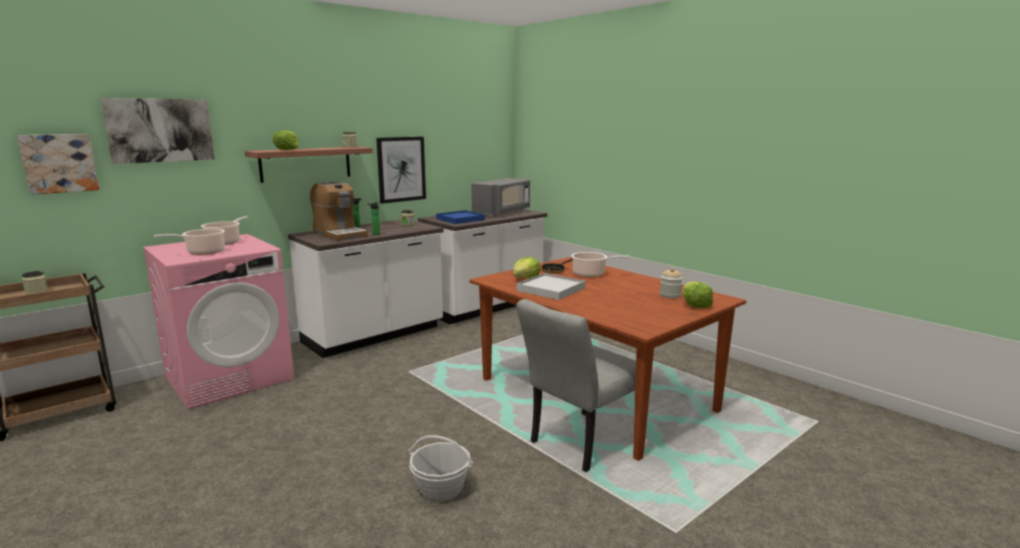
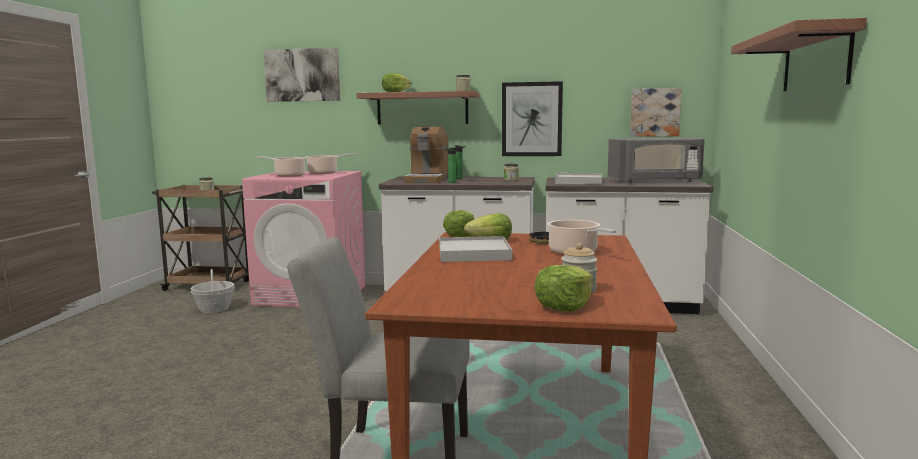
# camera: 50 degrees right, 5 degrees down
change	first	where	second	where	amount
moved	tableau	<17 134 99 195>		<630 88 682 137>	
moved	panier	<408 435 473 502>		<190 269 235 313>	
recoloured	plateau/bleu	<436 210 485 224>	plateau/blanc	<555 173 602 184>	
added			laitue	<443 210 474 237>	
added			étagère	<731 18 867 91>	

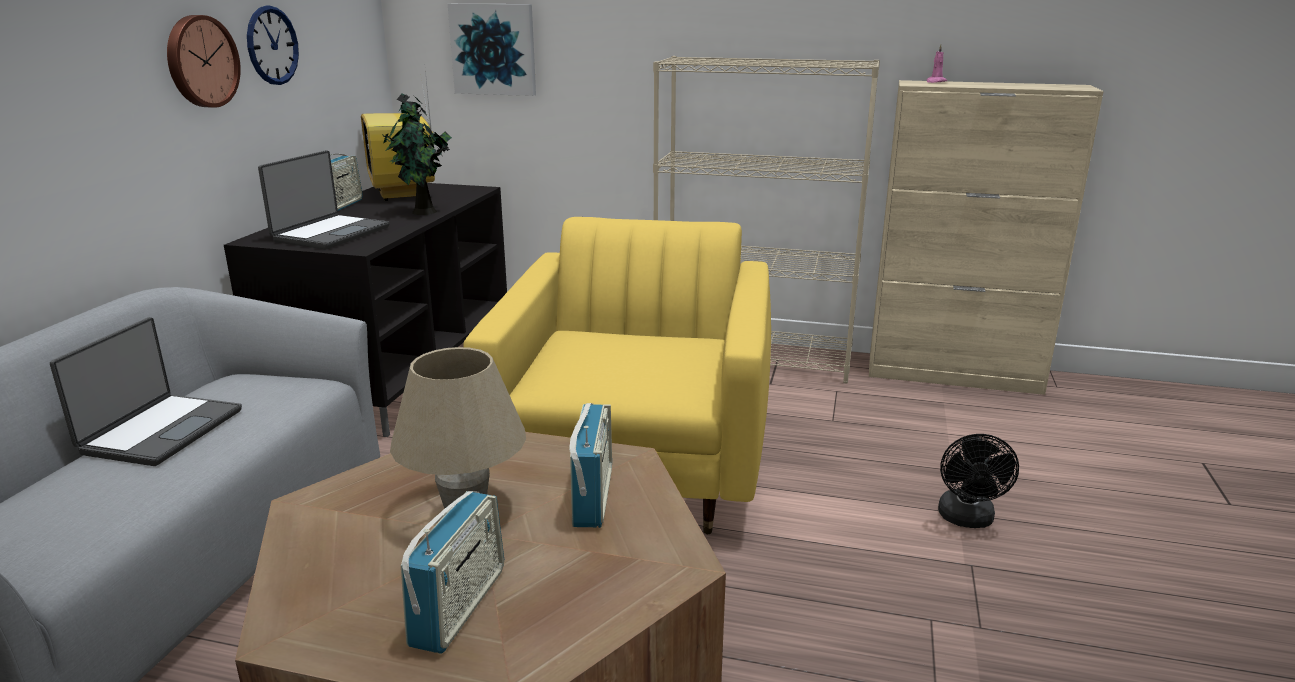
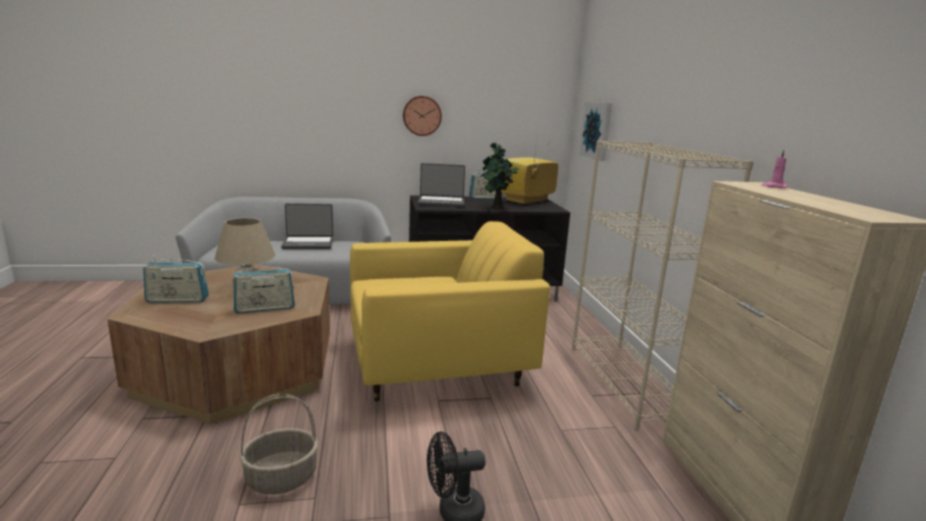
# camera: 65 degrees right, 5 degrees down
change	first	where	second	where	amount
removed	horloge murale	<247 5 299 85>			
added			panier	<239 394 318 494>	

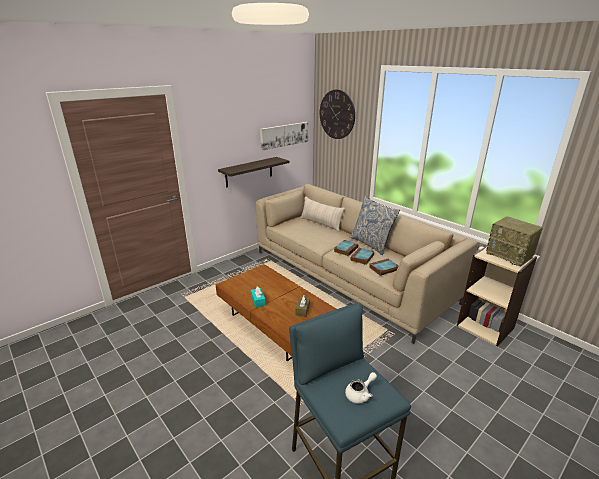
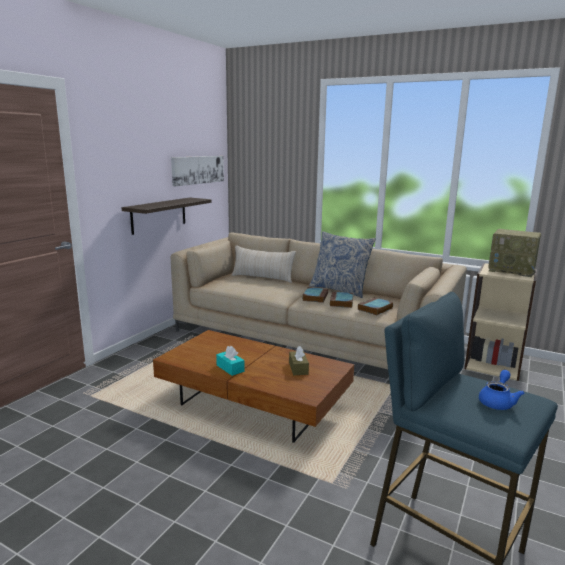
# camera: 20 degrees left, 10 degrees down
change	first	where	second	where	amount
removed	horloge murale	<320 90 355 139>			
recoloured	théière/blanc	<345 372 377 404>	théière/bleu	<479 370 525 410>	

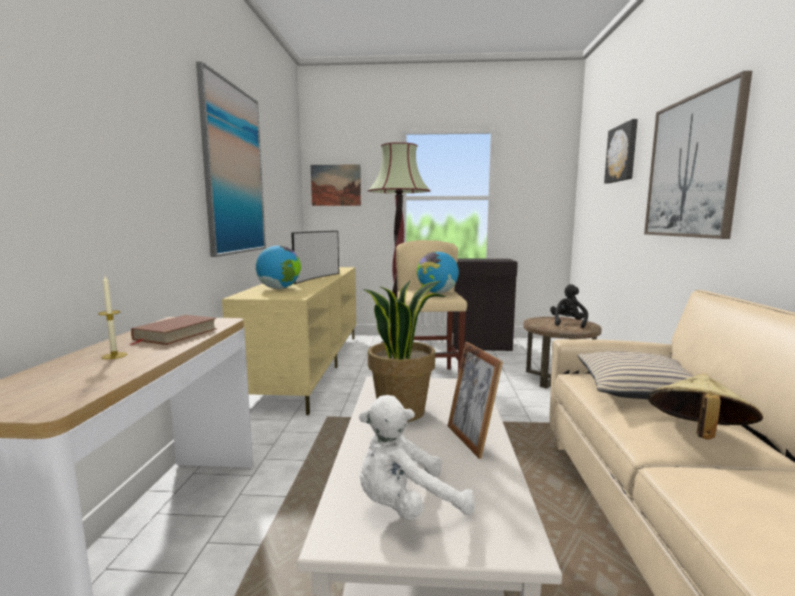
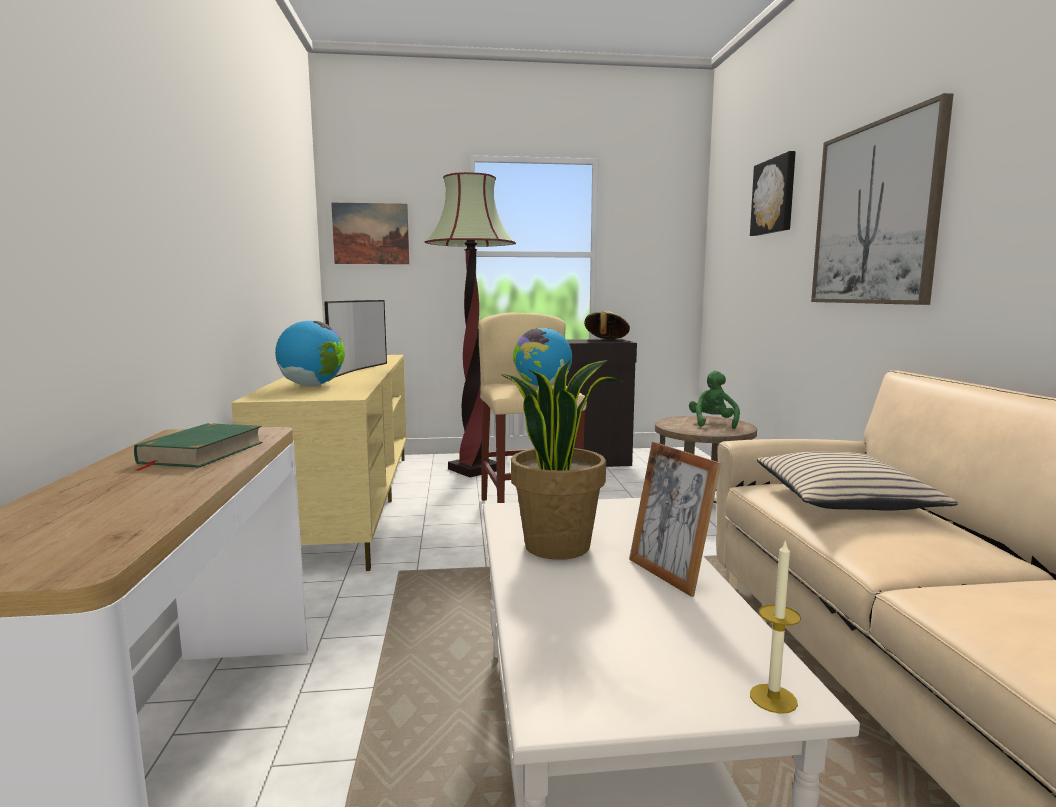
# camera: 10 degrees left, 0 degrees up
change	first	where	second	where	amount
moved	bougie	<98 276 127 359>		<750 539 801 714>	
recoloured	livre/marron	<128 315 217 345>	livre/vert	<134 423 263 471>	
removed	tableau	<196 61 266 257>			
removed	peluche/blanc	<359 395 475 520>			
recoloured	peluche/noir	<550 284 588 328>	peluche/vert	<689 371 740 429>	
moved	chapeau/beige	<648 373 763 440>		<584 311 630 339>	

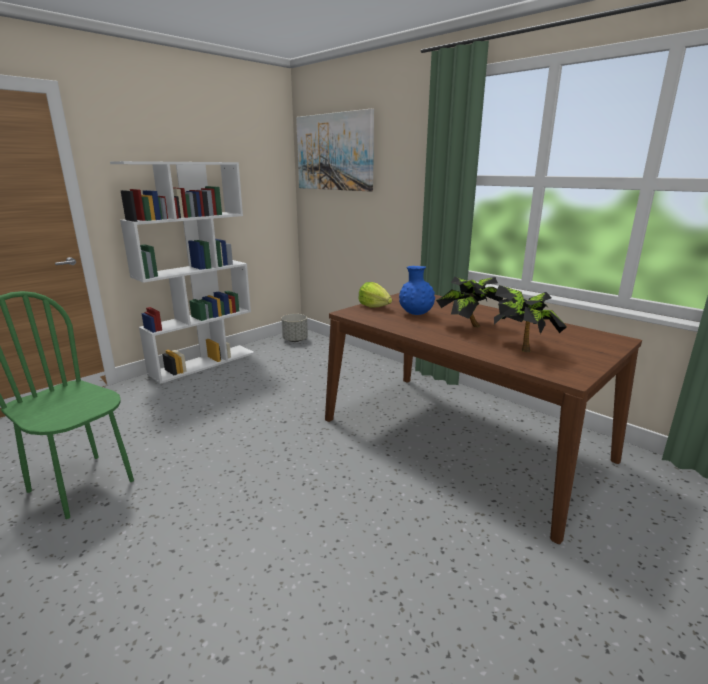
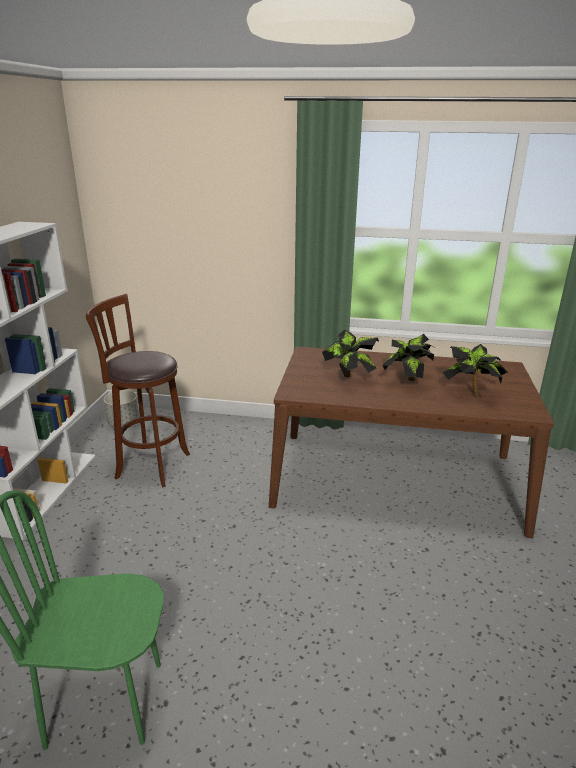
# camera: 35 degrees left, 5 degrees up
change	first	where	second	where	amount
removed	tableau	<296 109 374 191>			
removed	laitue	<358 282 392 308>			
replaced	vase/bleu	<399 266 435 315>	plante en pot	<322 330 379 377>	
added			tabouret/marron	<86 294 190 488>	

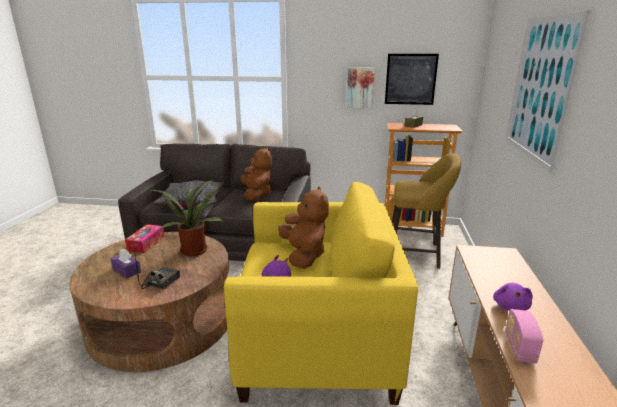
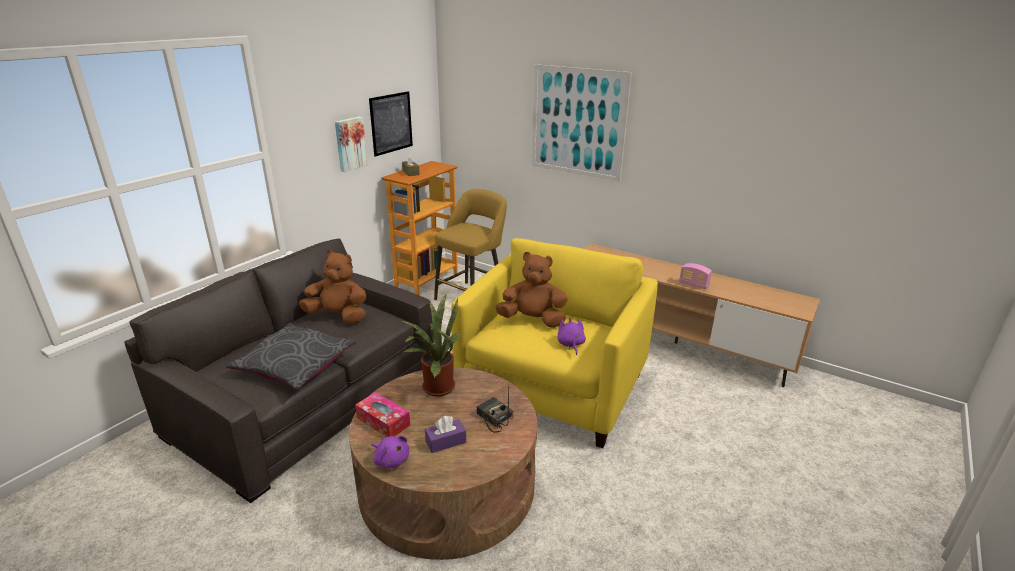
# camera: 65 degrees left, 5 degrees up
change	first	where	second	where	amount
moved	peluche/violet	<493 283 533 311>		<371 436 409 469>	

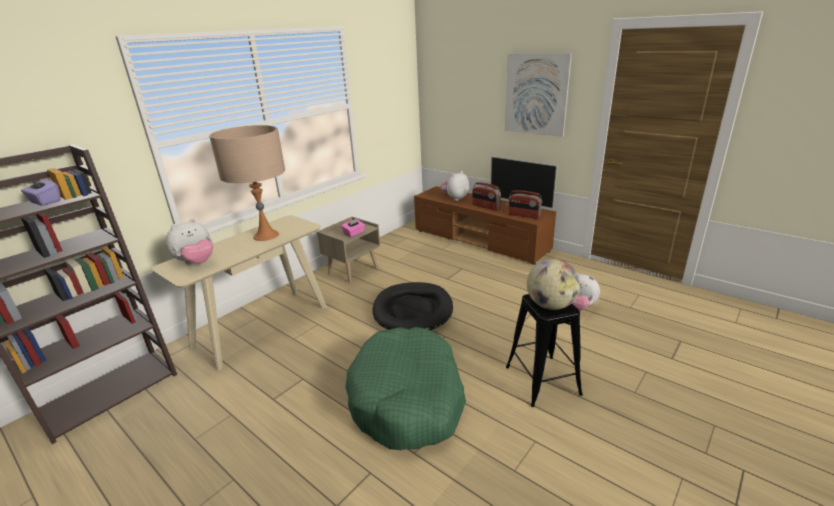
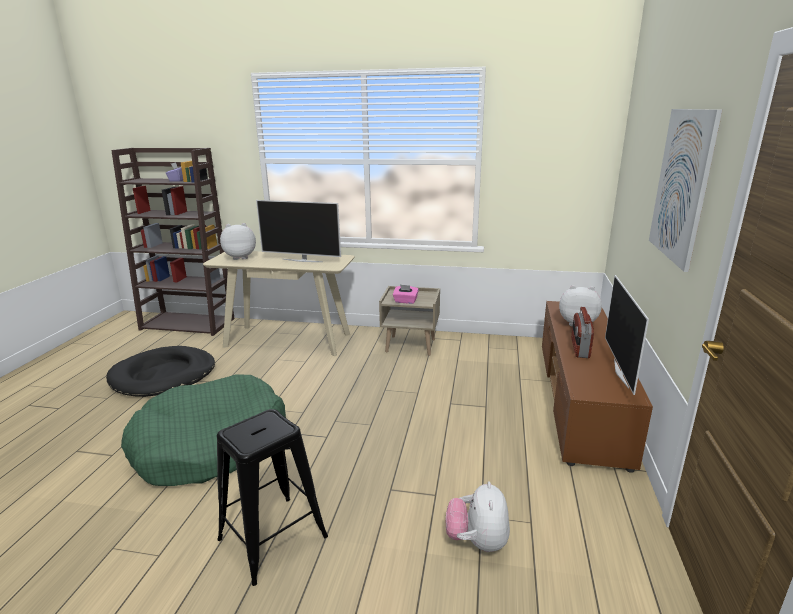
# camera: 60 degrees right, 5 degrees down
change	first	where	second	where	amount
turned	peluche	<166 219 213 264>		<220 223 256 260>	150 degrees clockwise
replaced	lampe de table/beige	<209 125 285 241>	téléviseur	<256 200 341 262>	
moved	panier pour chien/noir	<373 282 453 331>		<106 346 215 397>	
removed	radio	<509 190 542 219>			
removed	globe	<527 258 580 310>			

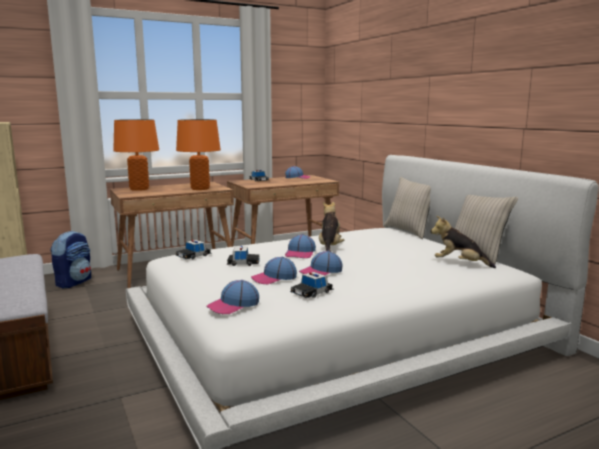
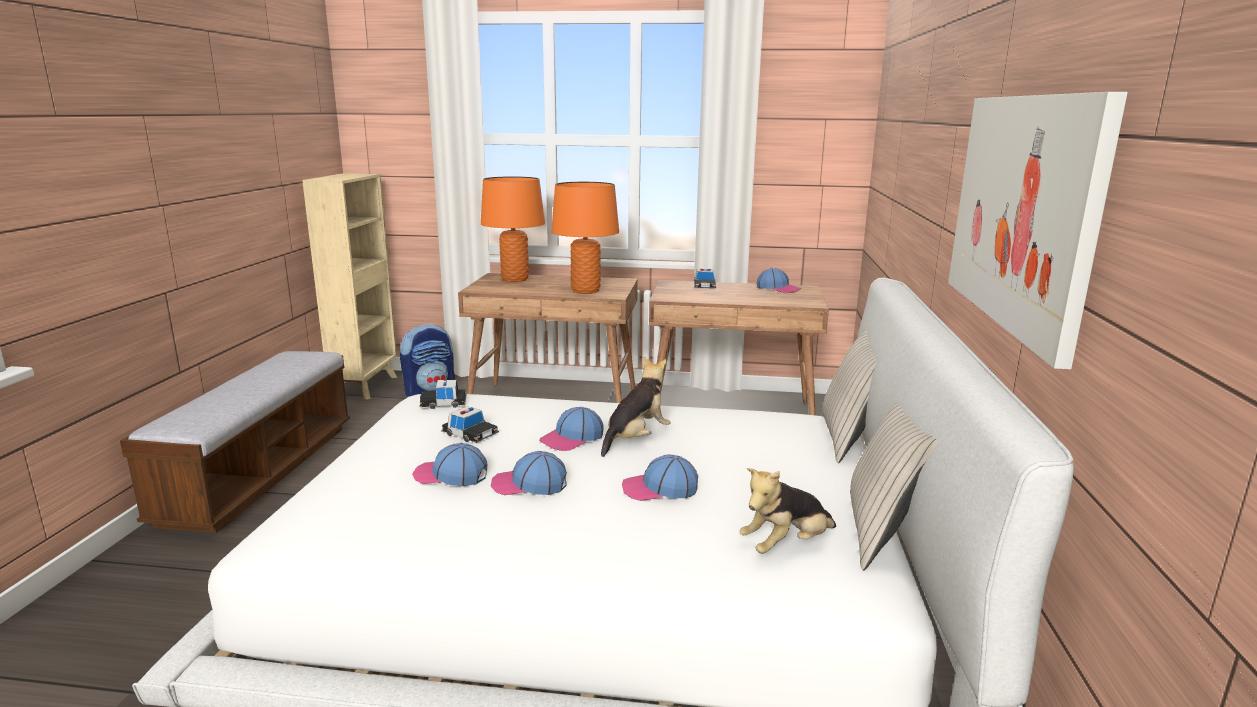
# camera: 35 degrees right, 5 degrees up
change	first	where	second	where	amount
moved	casquette	<206 280 259 314>		<622 455 698 501>	
removed	petite voiture	<290 272 334 298>			
turned	peluche	<430 216 496 268>		<739 468 836 554>	90 degrees counterclockwise
added			tableau	<948 92 1128 369>	

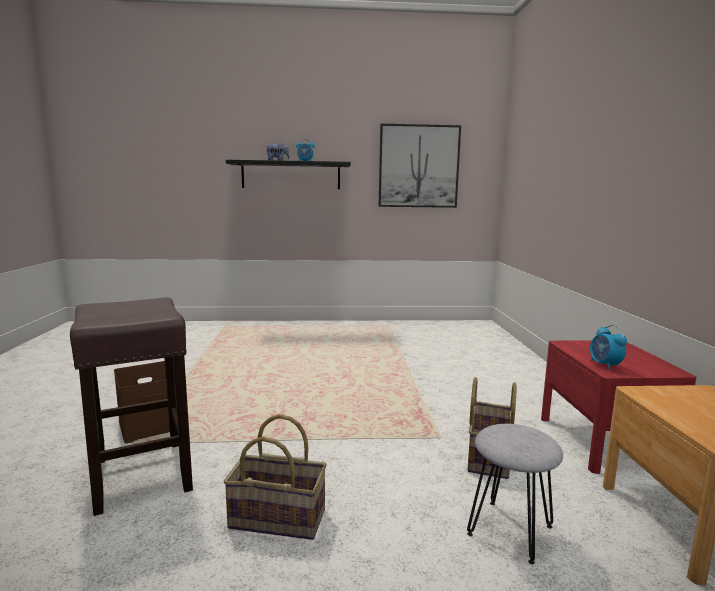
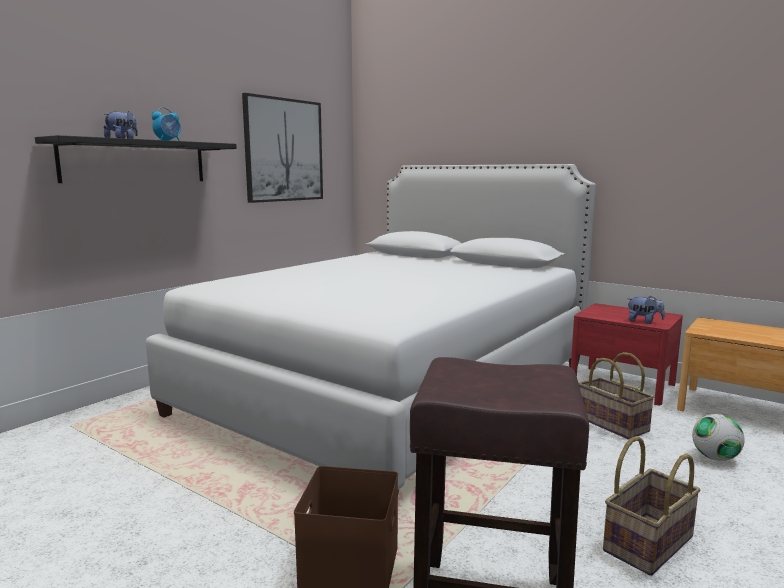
# camera: 50 degrees left, 0 degrees up
change	first	where	second	where	amount
replaced	tabouret/gris	<467 424 563 565>	ballon de foot	<692 414 744 461>	
replaced	réveil	<590 325 627 370>	peluche	<627 295 665 324>	
added			lit/blanc	<146 164 596 493>	

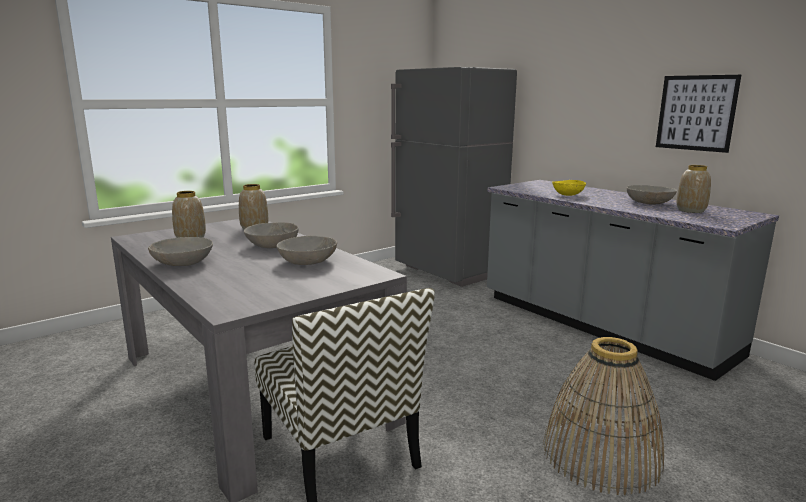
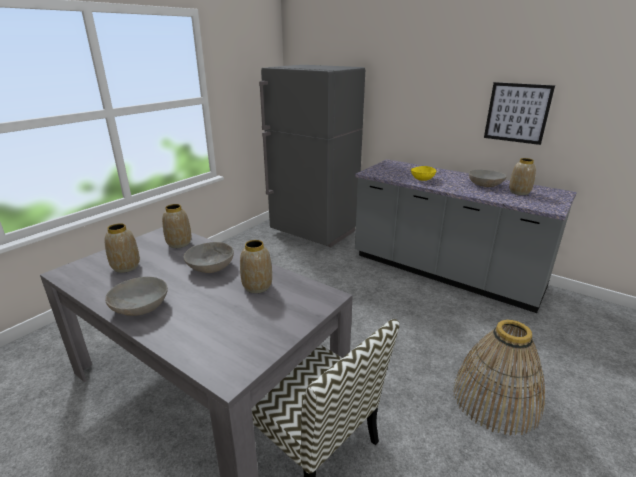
# camera: 15 degrees left, 10 degrees up
change	first	where	second	where	amount
replaced	bol/gris	<277 236 337 265>	vase	<240 240 272 293>	

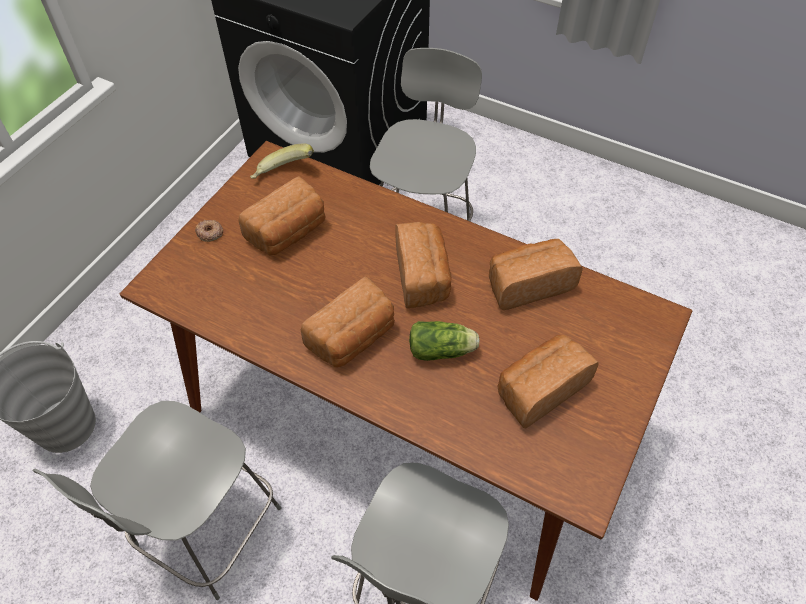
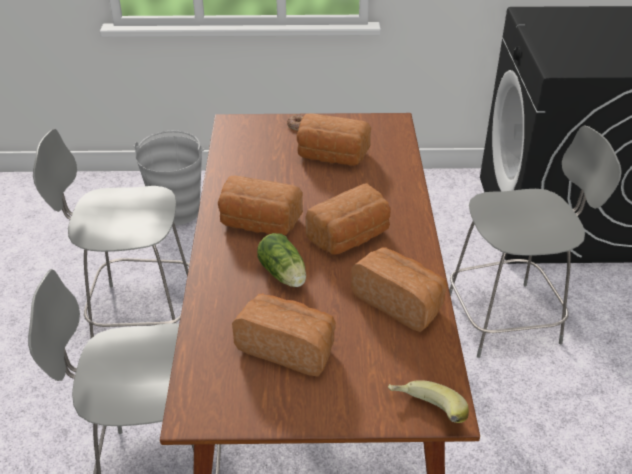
# camera: 60 degrees right, 15 degrees down
change	first	where	second	where	amount
moved	banane	<250 143 314 179>		<388 380 469 423>	

